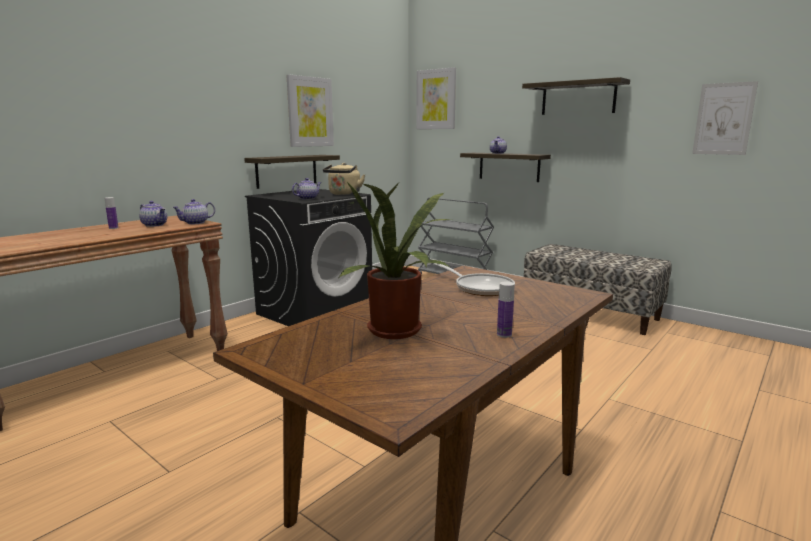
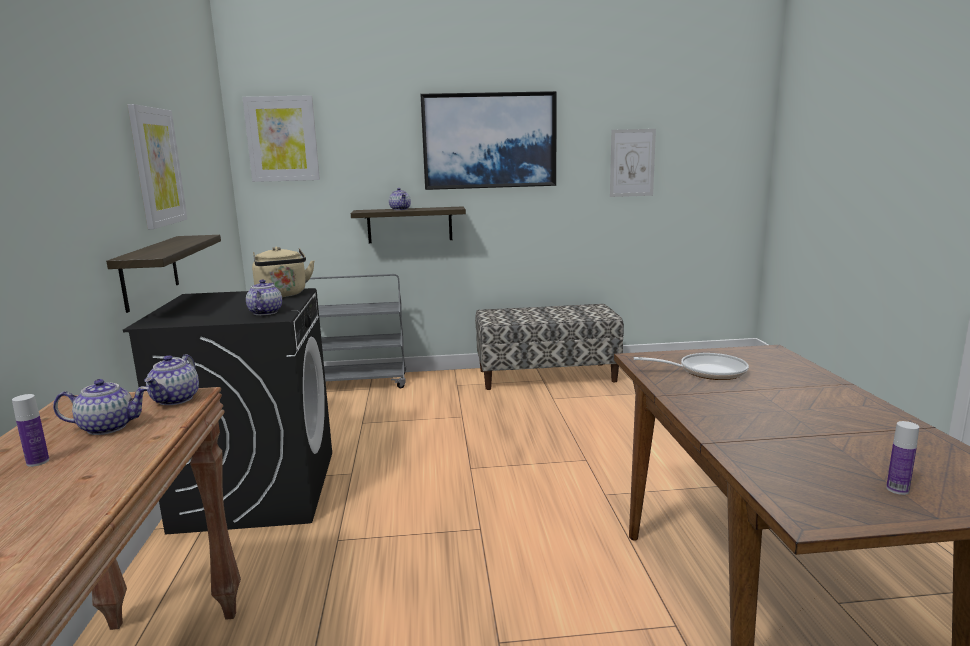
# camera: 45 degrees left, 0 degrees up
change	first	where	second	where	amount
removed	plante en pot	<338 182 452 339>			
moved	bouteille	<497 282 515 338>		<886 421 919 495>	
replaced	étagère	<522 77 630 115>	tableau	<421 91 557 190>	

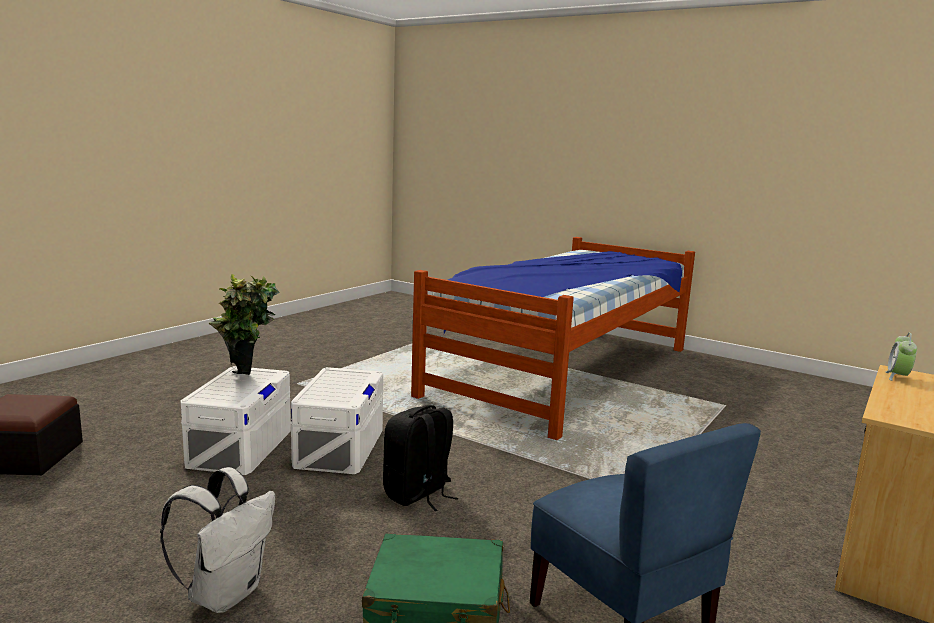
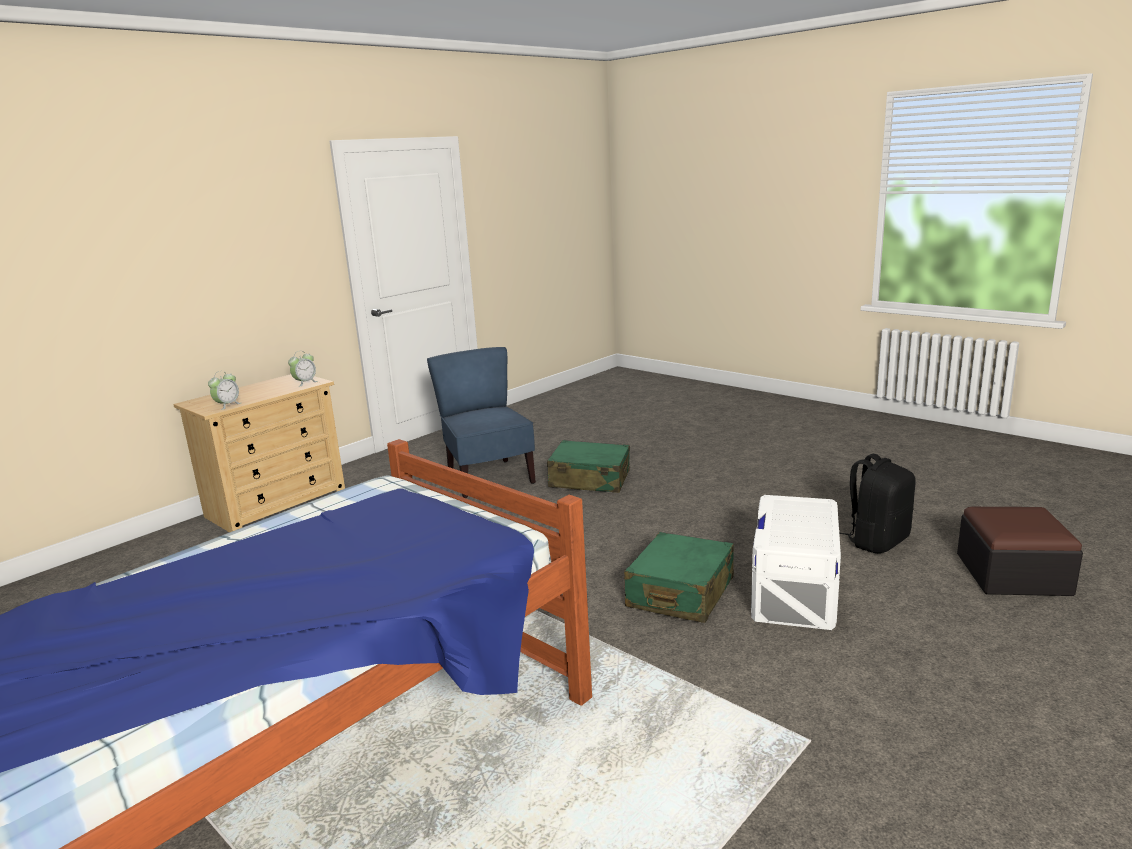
# camera: 170 degrees left, 5 degrees up
change	first	where	second	where	amount
removed	sac à dos/blanc	<160 467 275 613>			
removed	plante en pot	<209 274 280 375>			
replaced	boîte de rangement/blanc	<291 367 383 474>	valise/vert	<624 532 734 623>	
moved	sac à dos/noir	<383 405 458 511>		<839 454 916 553>	
added			réveil	<288 351 318 387>	

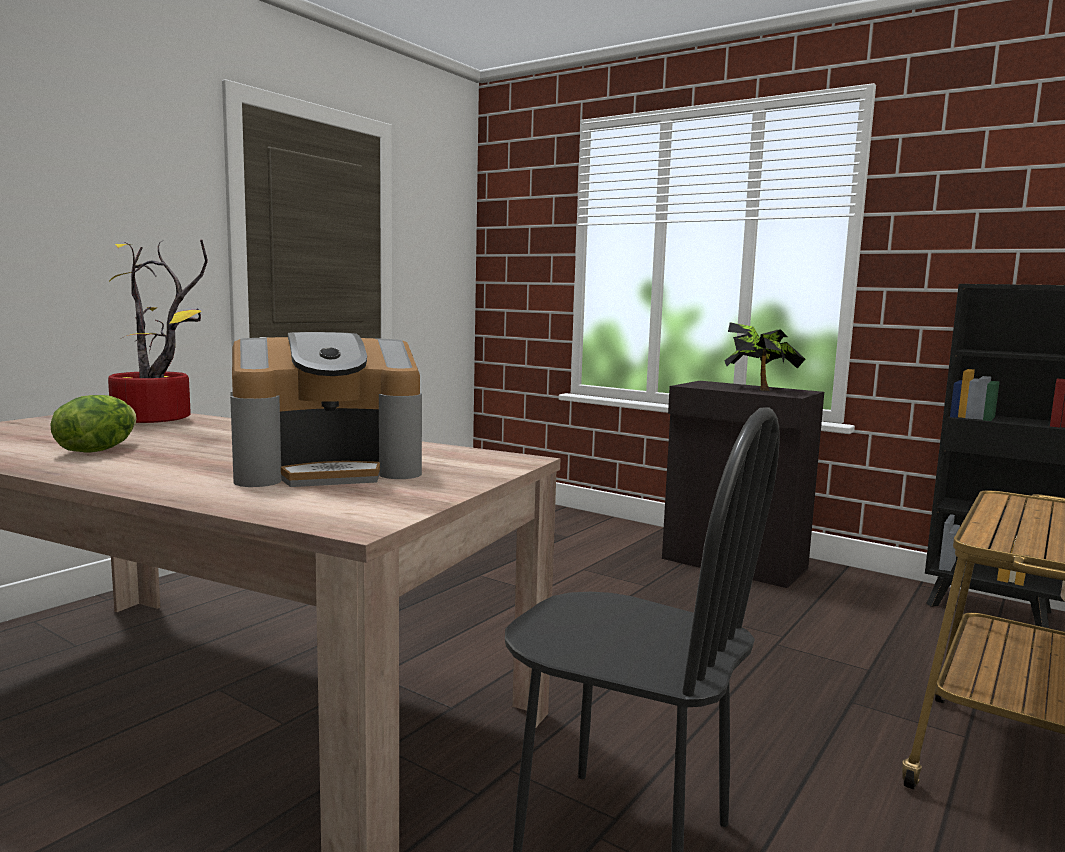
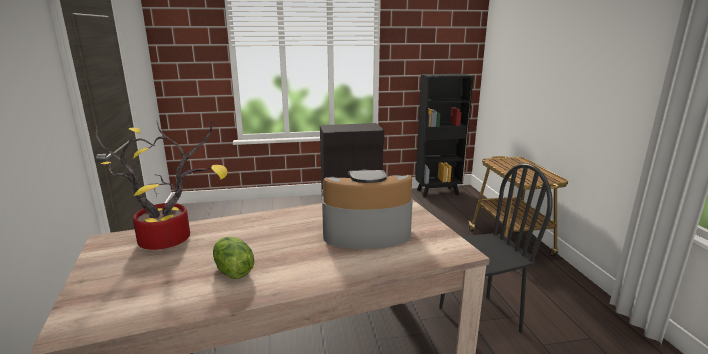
# camera: 45 degrees left, 10 degrees up
change	first	where	second	where	amount
turned	machine à café	<230 332 422 487>		<322 169 413 249>	120 degrees counterclockwise
removed	plante en pot	<725 322 805 391>			

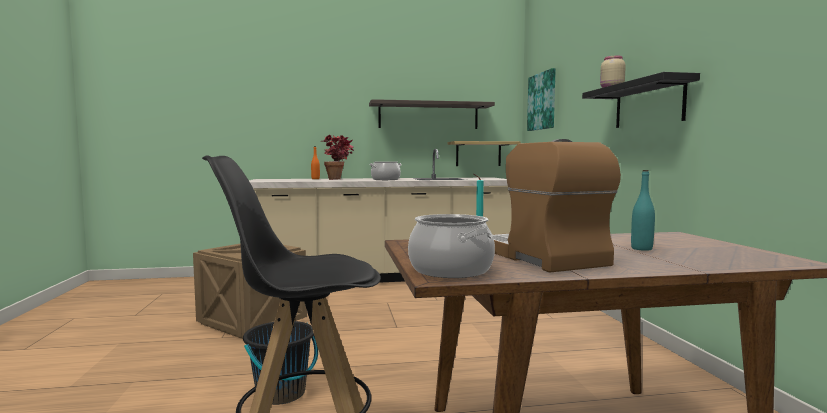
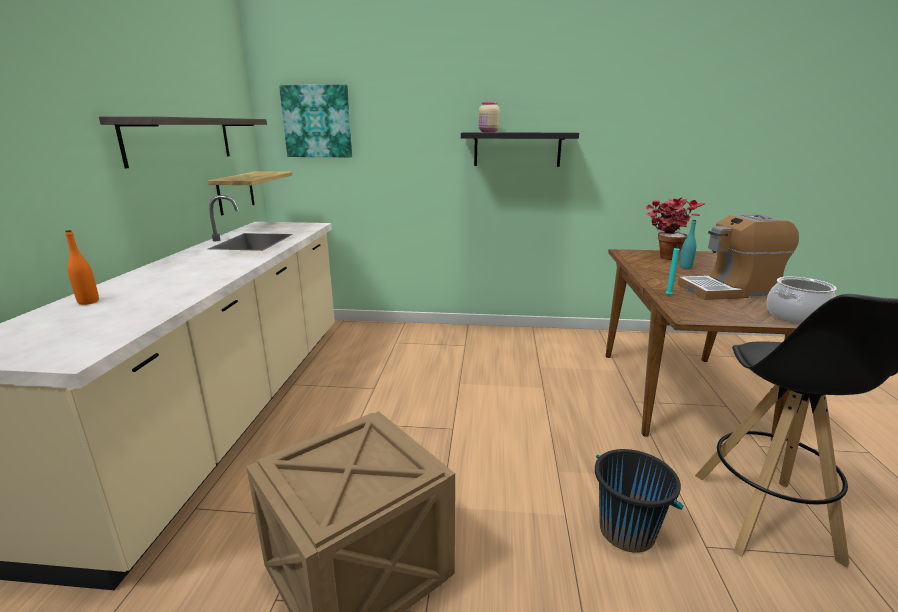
# camera: 75 degrees left, 15 degrees up
change	first	where	second	where	amount
moved	plante en pot	<323 135 354 180>		<645 198 706 260>	
removed	marmite	<370 162 402 180>			

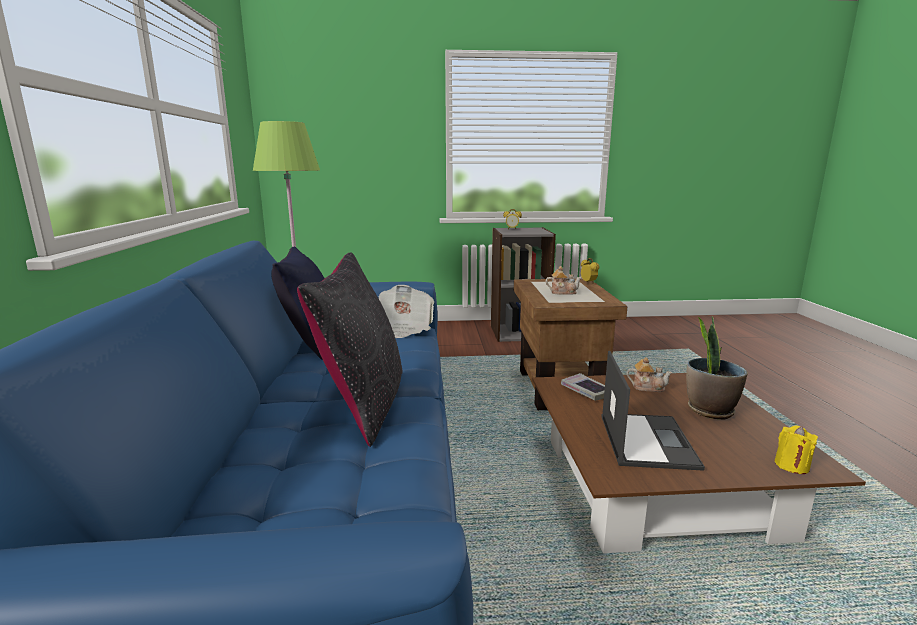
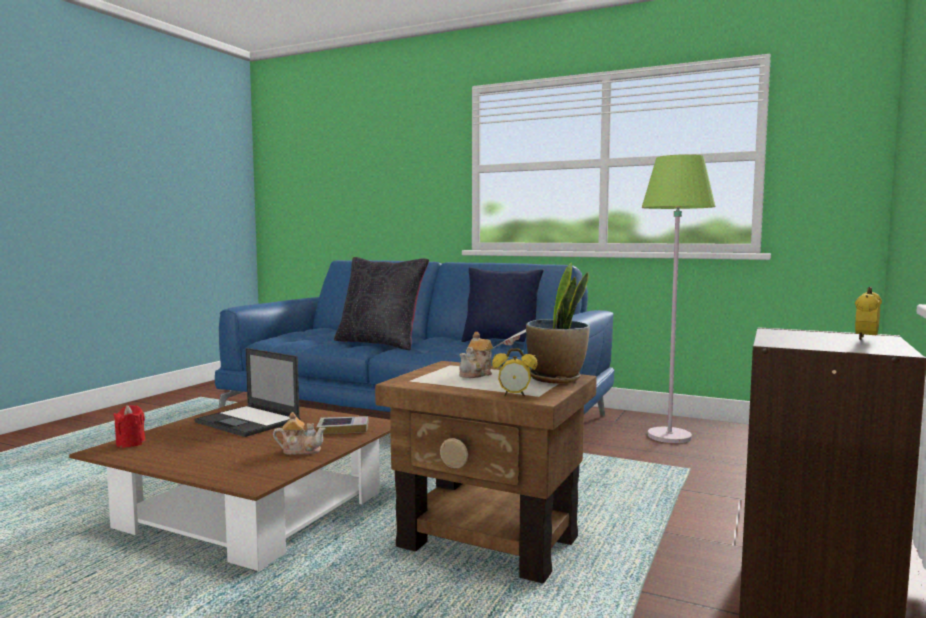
# camera: 120 degrees right, 10 degrees down
change	first	where	second	where	amount
turned	théière	<627 357 673 392>		<273 412 326 455>	135 degrees counterclockwise
moved	plante en pot	<686 316 748 420>		<526 262 590 384>	
recoloured	bougie/jaune	<775 425 818 474>	bougie/rouge	<113 405 146 448>	

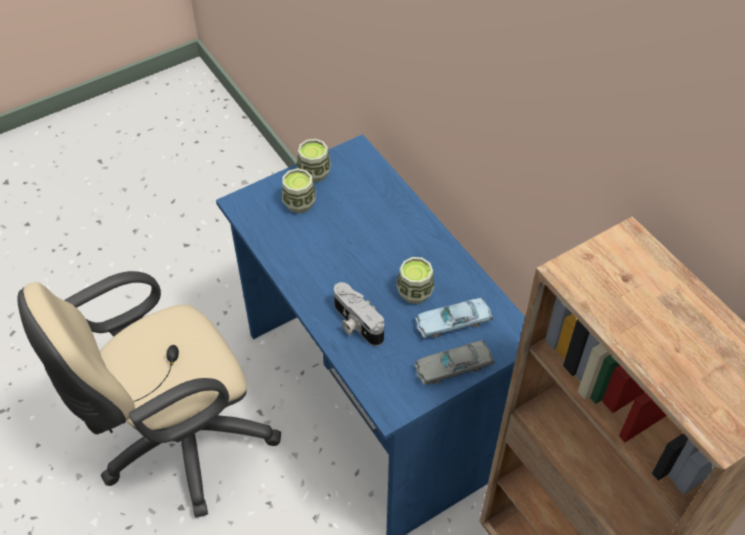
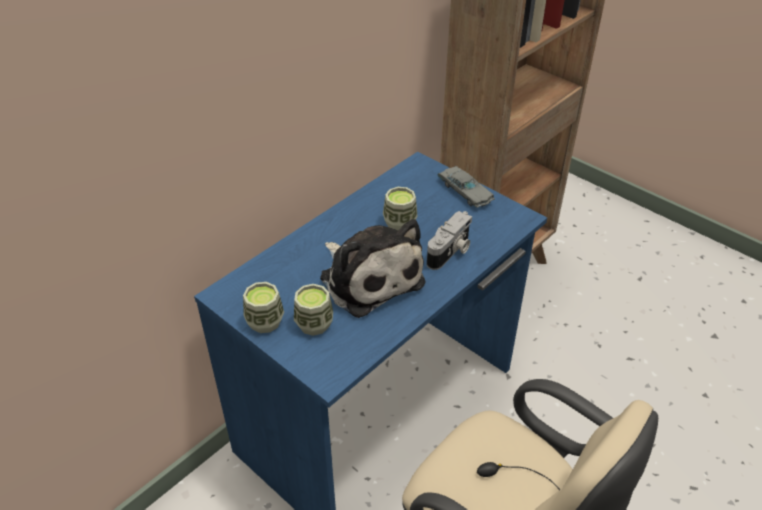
# camera: 105 degrees left, 10 degrees down
change	first	where	second	where	amount
removed	petite voiture/bleu	<415 297 493 338>			
added			peluche	<320 219 425 318>	

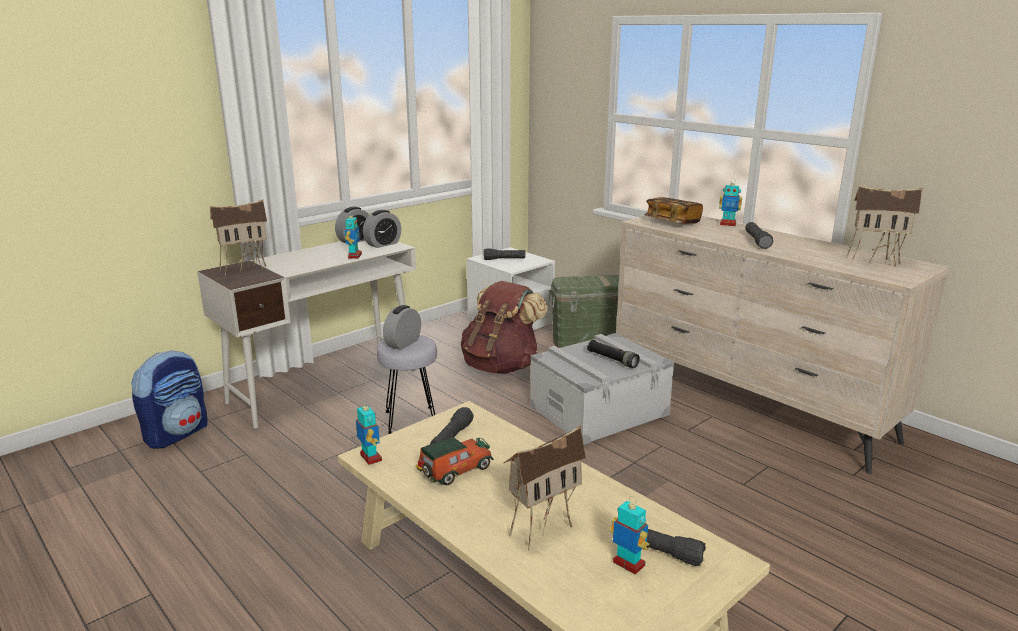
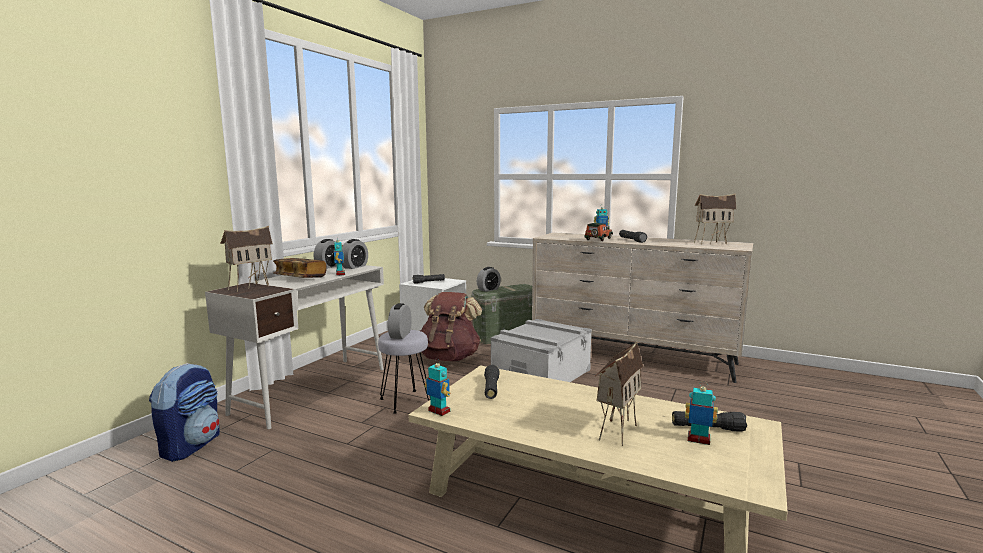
# camera: 20 degrees left, 10 degrees down
change	first	where	second	where	amount
moved	petite voiture	<416 437 494 486>		<584 223 613 241>	
removed	lampe de poche/noir	<587 340 640 368>			
moved	livre	<644 197 703 224>		<273 258 327 278>	
added			réveil	<477 267 501 292>	

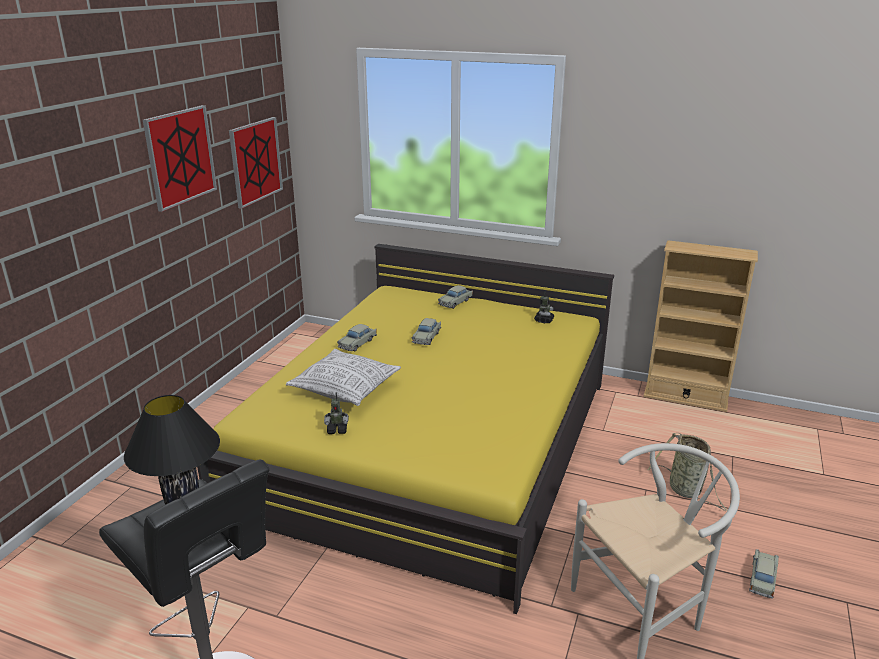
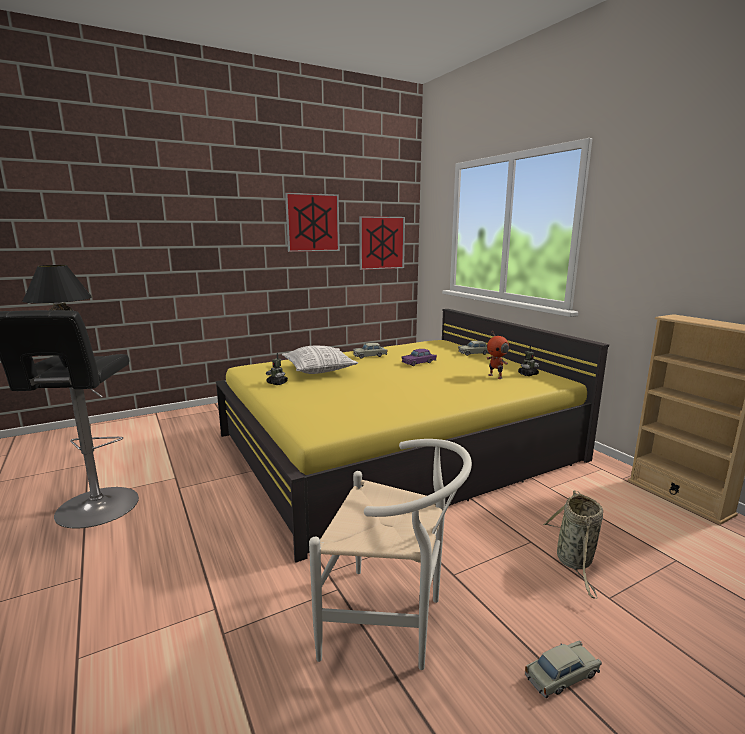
# camera: 40 degrees right, 10 degrees down
change	first	where	second	where	amount
recoloured	petite voiture/beige	<412 318 441 345>	petite voiture/violet	<401 349 437 366>	
added			robot jouet	<487 331 509 379>	

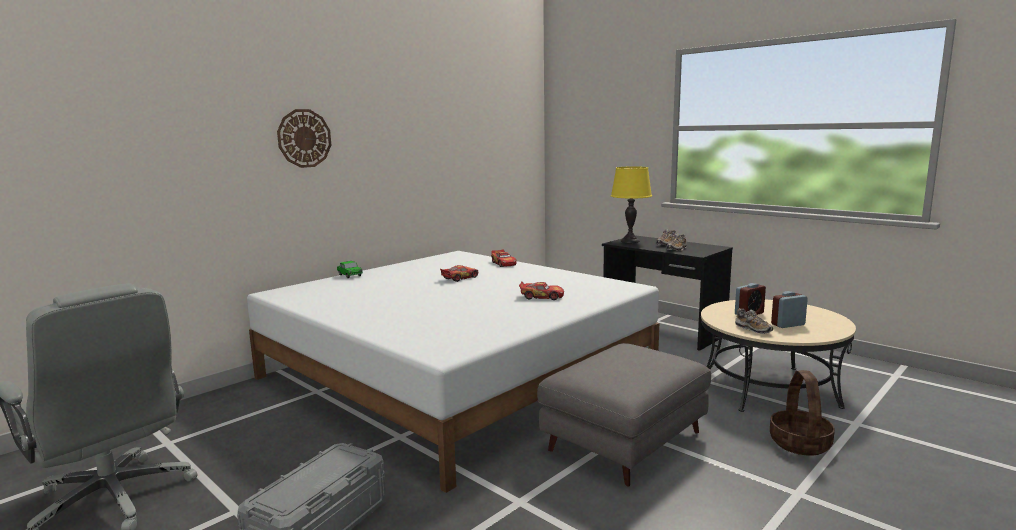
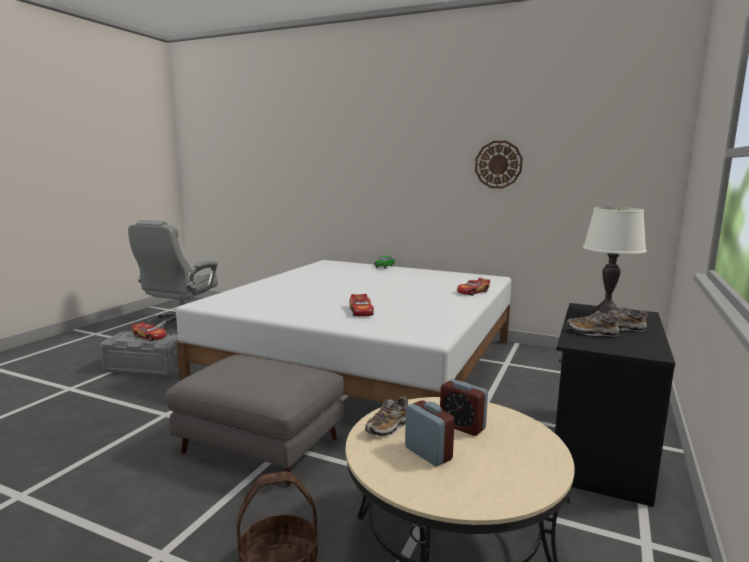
# camera: 70 degrees right, 0 degrees up
change	first	where	second	where	amount
moved	horloge murale	<277 109 331 168>		<475 141 523 188>	
moved	petite voiture	<440 265 478 282>		<132 322 167 341>	
recoloured	lampe de table/jaune	<611 166 652 243>	lampe de table/blanc	<583 207 647 314>	

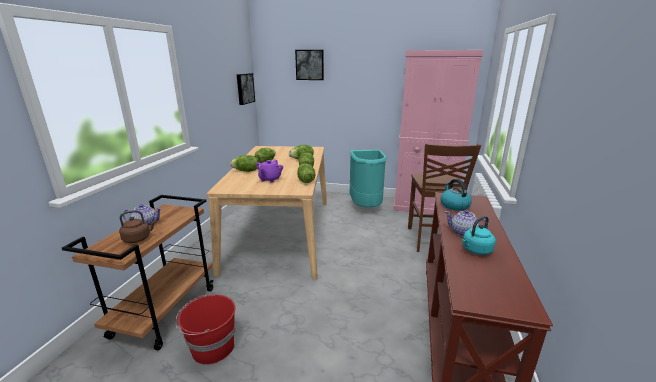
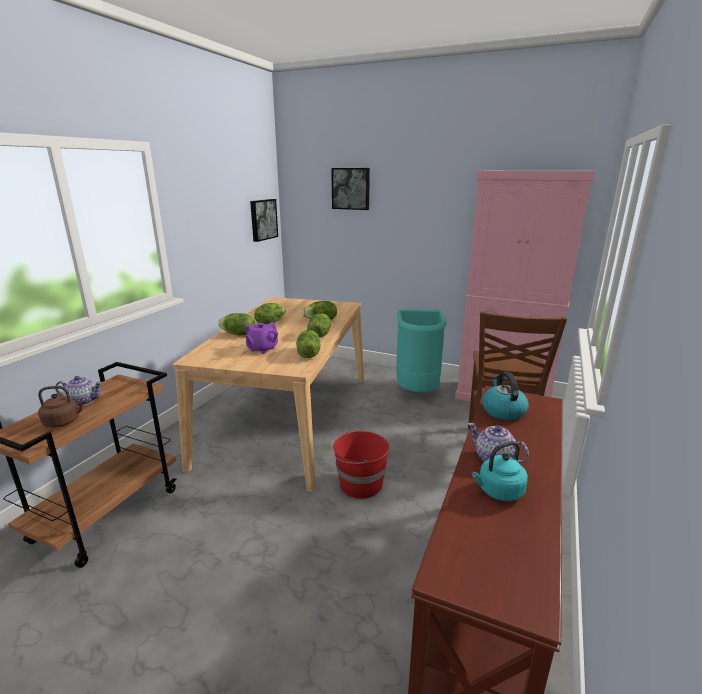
# camera: 10 degrees right, 0 degrees up
change	first	where	second	where	amount
moved	seau/rouge	<175 294 235 365>		<331 429 389 499>	

